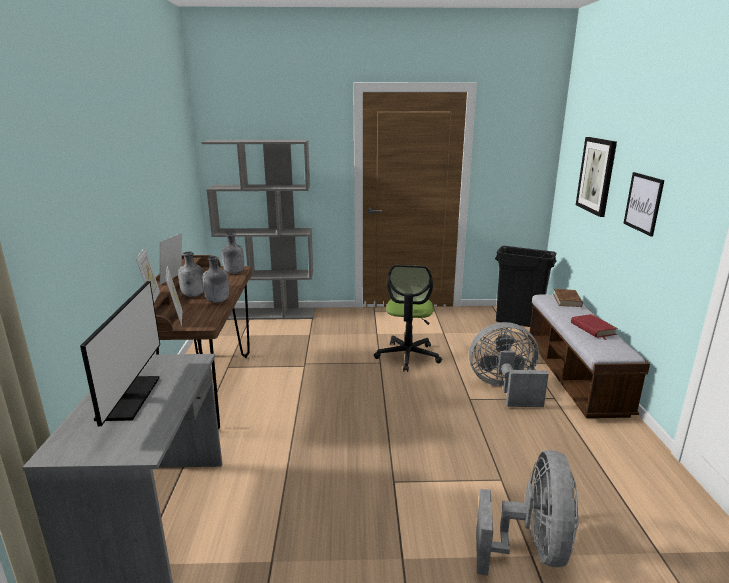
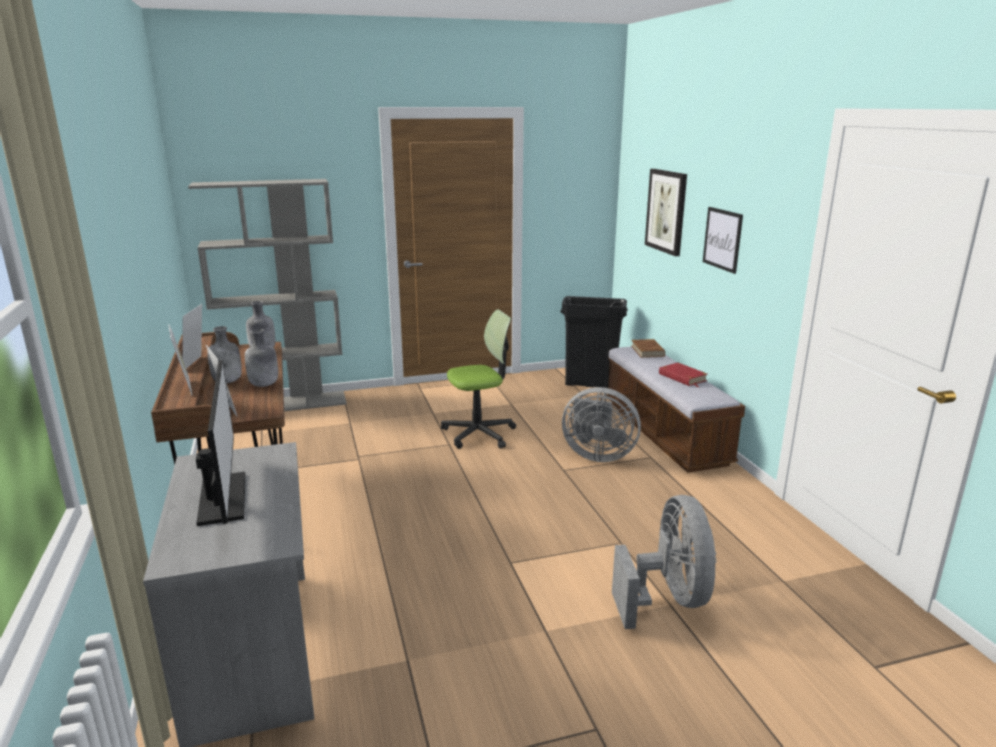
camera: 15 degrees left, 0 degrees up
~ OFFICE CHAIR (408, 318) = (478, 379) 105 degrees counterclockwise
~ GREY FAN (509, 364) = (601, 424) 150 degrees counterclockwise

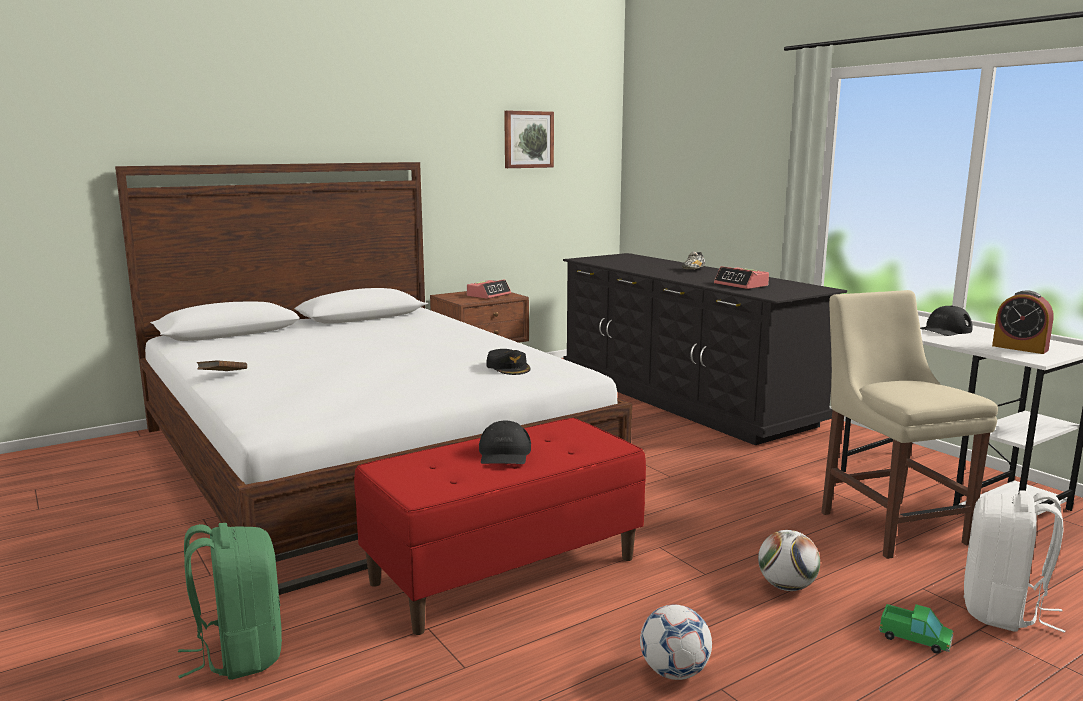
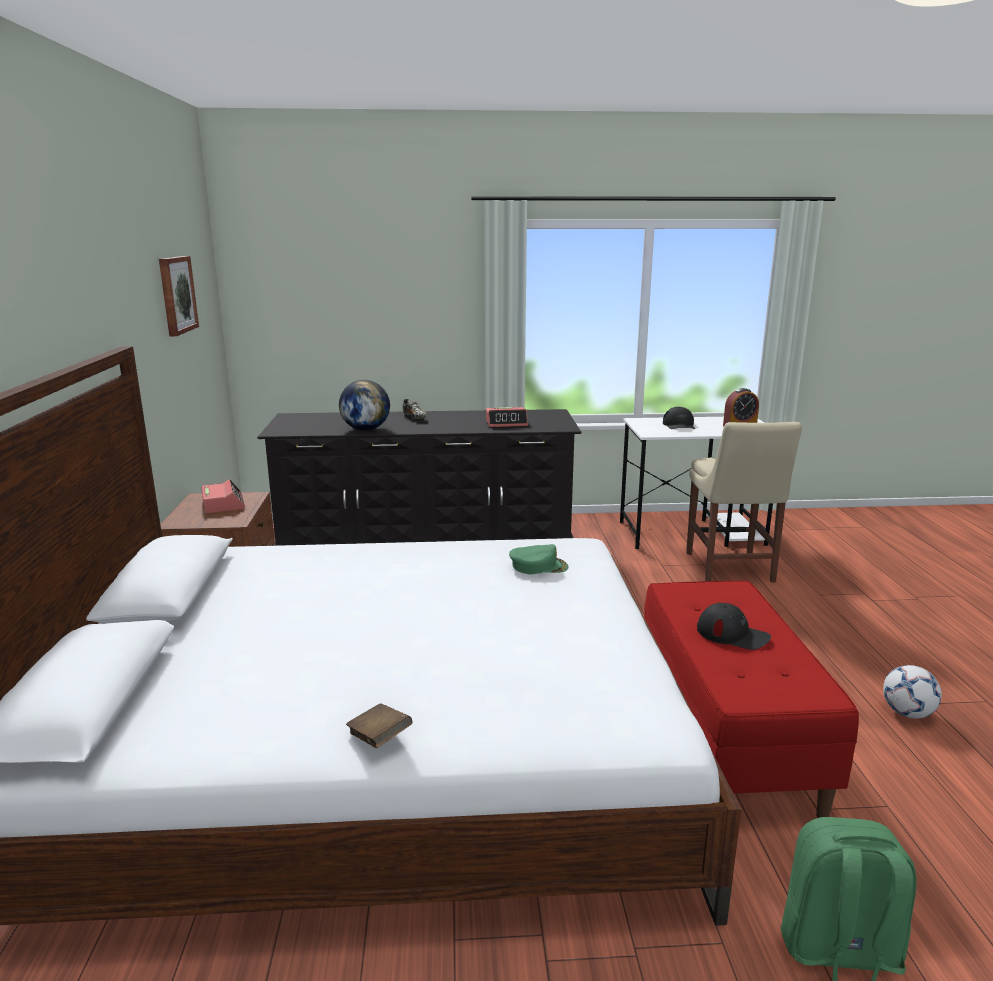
camera: 60 degrees left, 5 degrees up
~ BEIGE CHAIR (909, 424) = (744, 502) 105 degrees counterclockwise
~ BLACK CAP (508, 362) to GREEN CAP (539, 559)
- WHITE BACKPACK (1014, 561)
- FOOTBALL (789, 560)
- TOY TRUCK (916, 629)
+ GLOBE (364, 405)

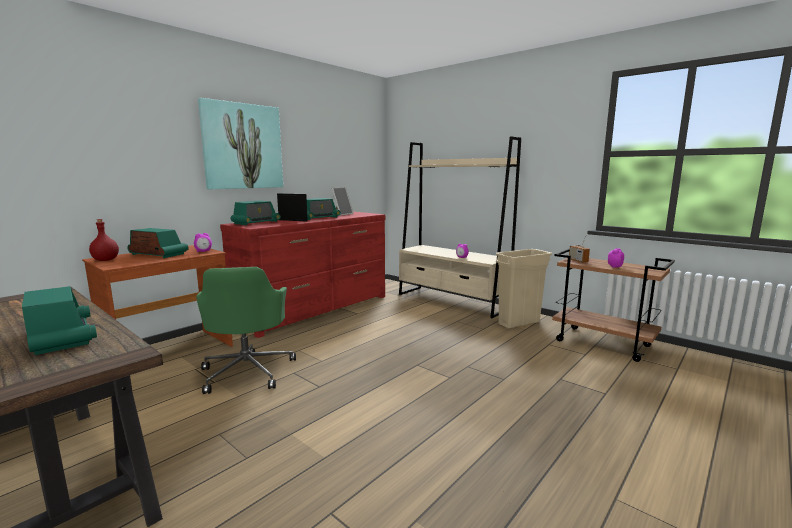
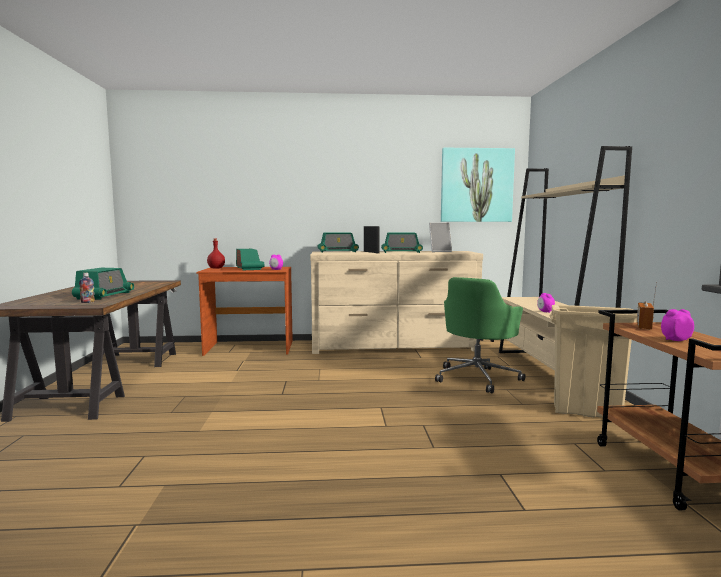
camera: 45 degrees right, 5 degrees down
~ PICTURE (240, 143) to (478, 185)
~ RED DRESSER (302, 275) to BEIGE DRESSER (396, 302)
~ GREEN OFFICE CHAIR (246, 330) to (480, 335)
+ BOTTLE (87, 288)

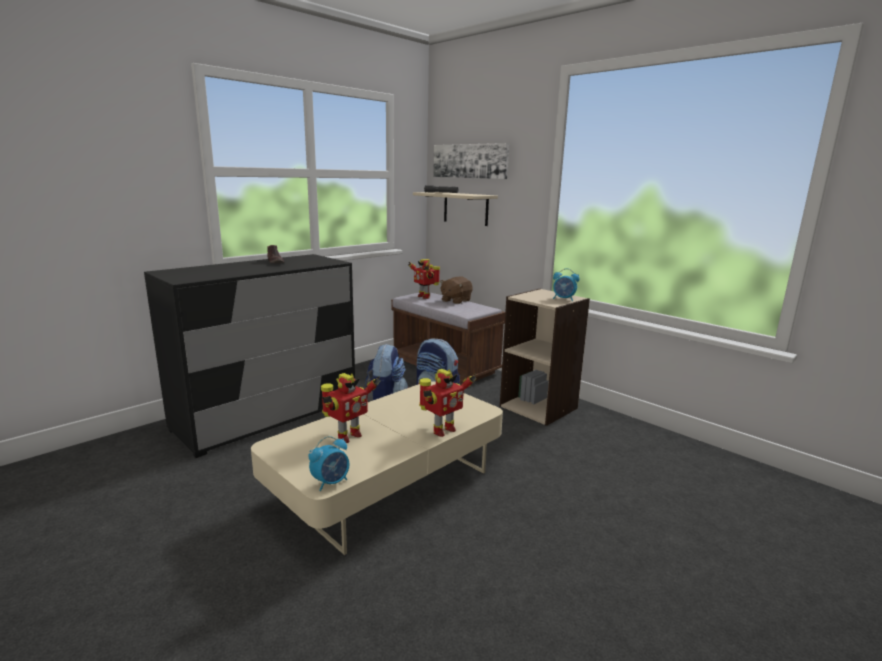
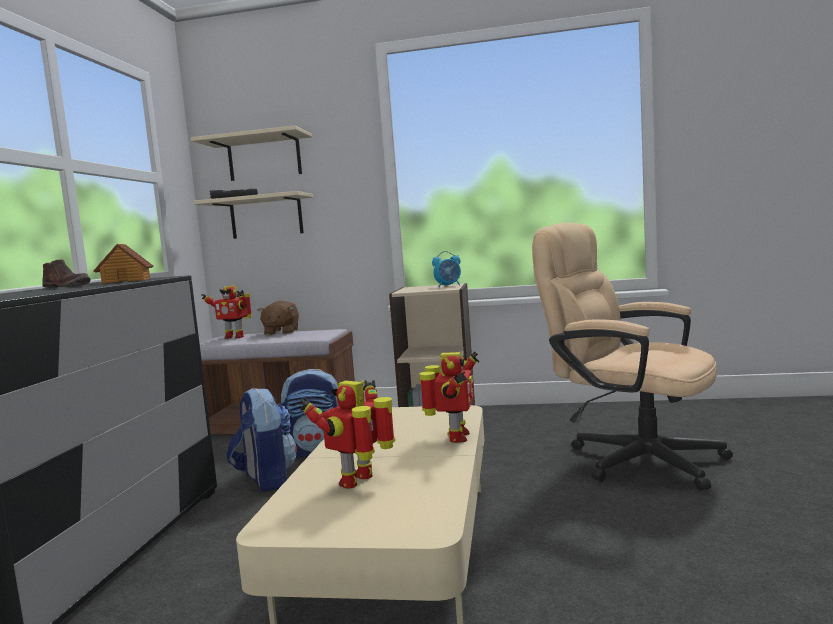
camera: 35 degrees left, 10 degrees down
~ PICTURE (471, 161) to BEIGE SHELF (251, 153)
~ TOY ROBOT (350, 408) = (347, 434) 150 degrees counterclockwise
- ALARM CLOCK (329, 463)
+ BEIGE OFFICE CHAIR (632, 357)
+ TOY HOUSE (123, 264)

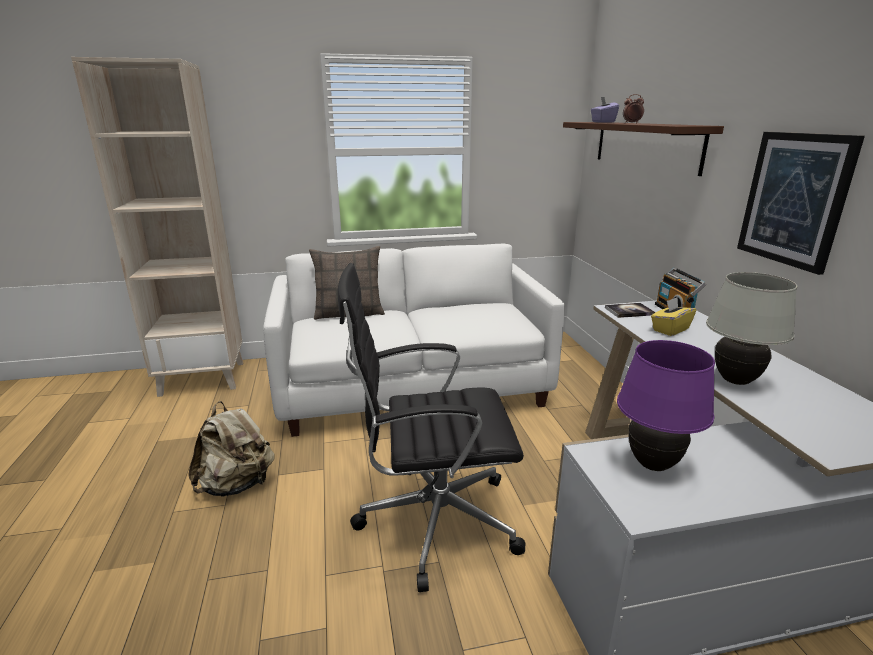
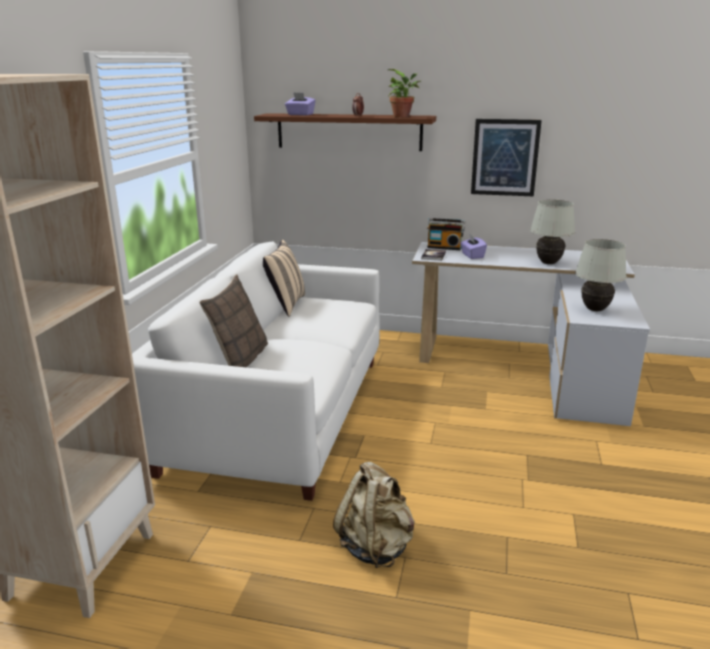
camera: 65 degrees left, 0 degrees up
- BLACK OFFICE CHAIR (431, 427)
~ YELLOW TISSUE BOX (673, 316) to PURPLE TISSUE BOX (473, 247)
~ PURPLE TABLE LAMP (666, 405) to WHITE TABLE LAMP (601, 275)
+ POTTED PLANT (404, 93)
+ BEIGE PILLOW (284, 278)

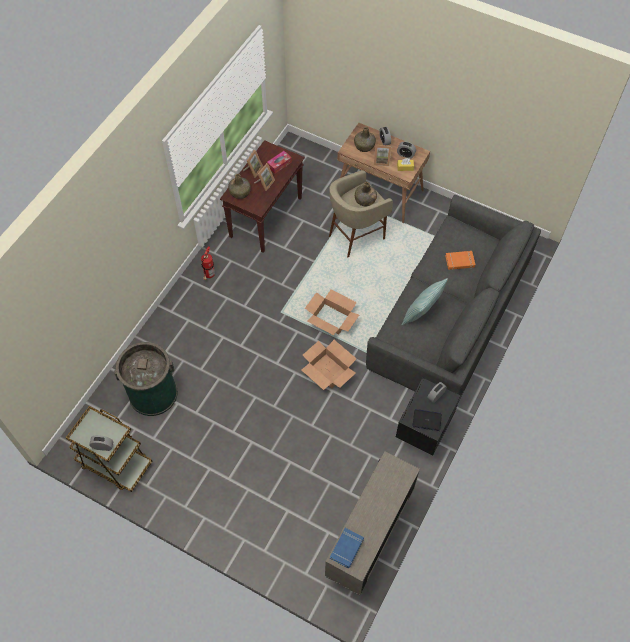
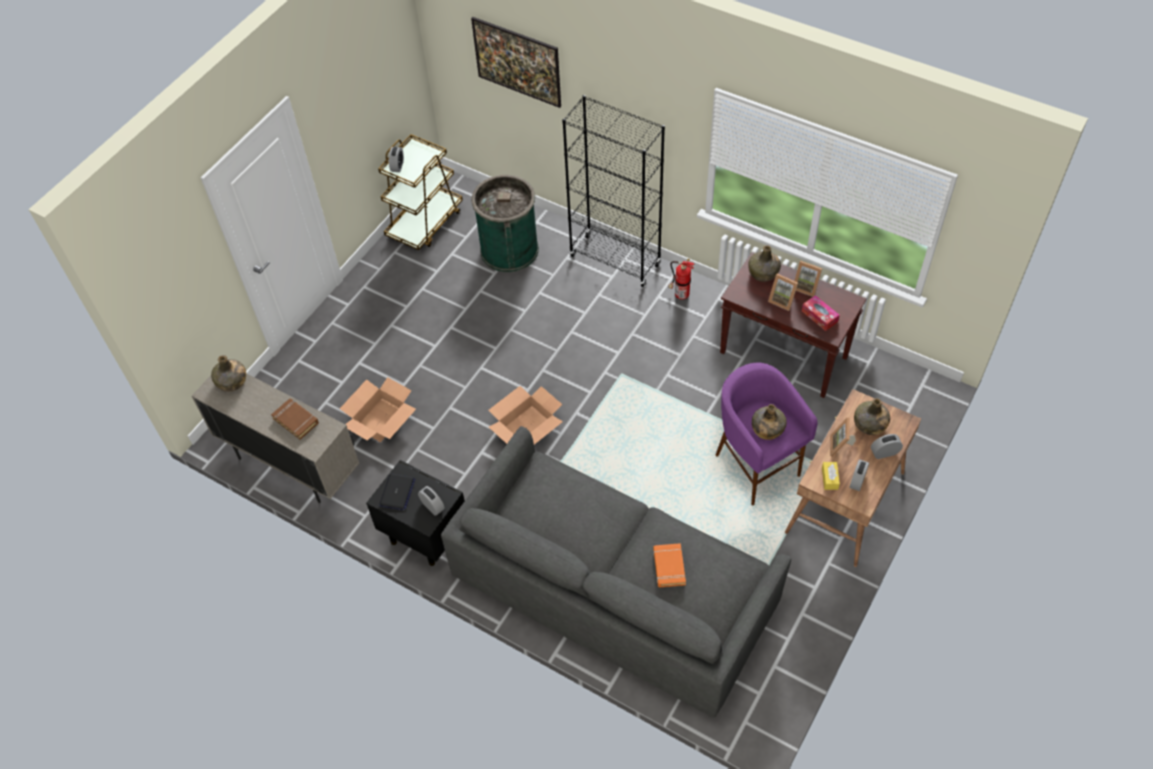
camera: 95 degrees right, 5 degrees down
~ BEIGE STOOL (361, 213) to PURPLE STOOL (767, 434)
- PILLOW (425, 301)
~ CARDBOARD BOX (332, 312) to (378, 409)
~ BLUE BOOK (347, 548) to GREEN BOTTLE (228, 373)
+ PICTURE (516, 62)
+ BLACK BOOKCASE (613, 191)
+ BROWN BOOK (295, 419)

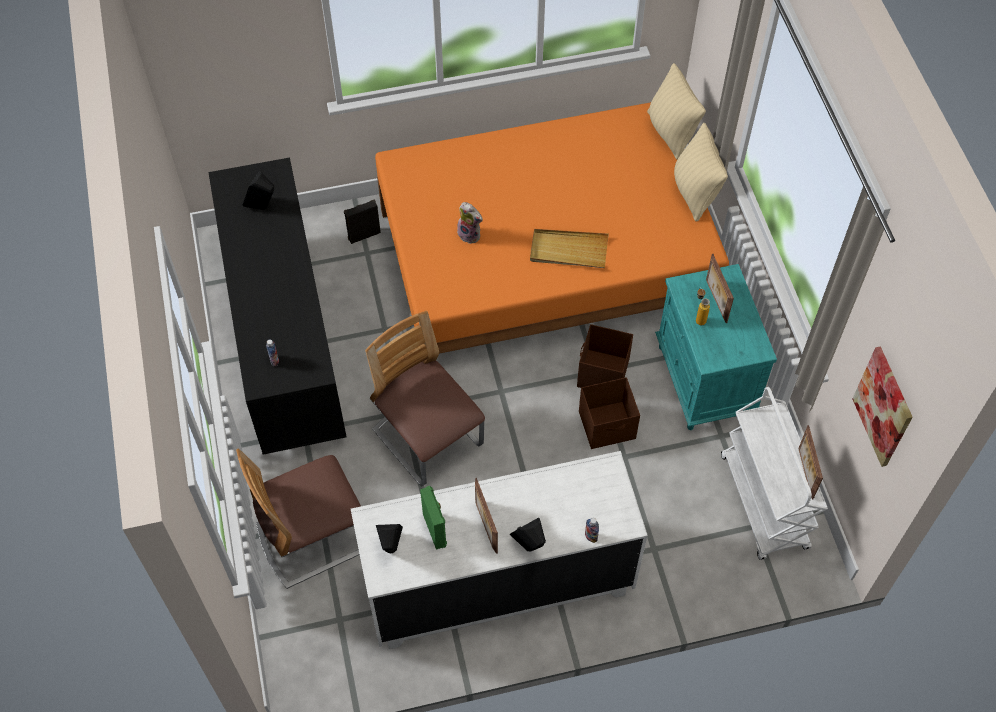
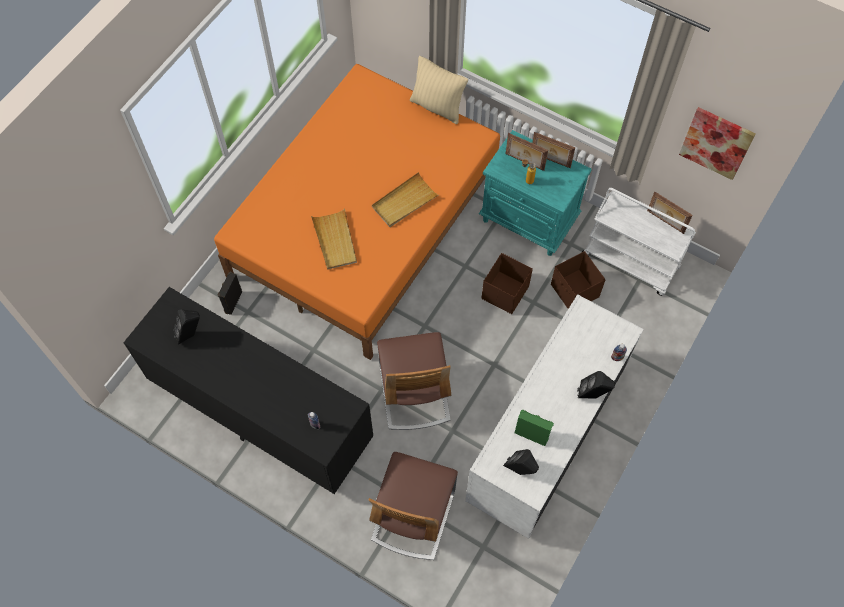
camera: 45 degrees left, 5 degrees up
- BEIGE PILLOW (676, 111)
~ PLUSH TOY (470, 223) to BEIGE TRAY (334, 239)
~ CHAIR (425, 398) = (414, 381) 105 degrees counterclockwise
~ BROWN STORAGE BOX (605, 356) to (578, 280)
~ PICTURE FRAME (486, 516) to (553, 150)

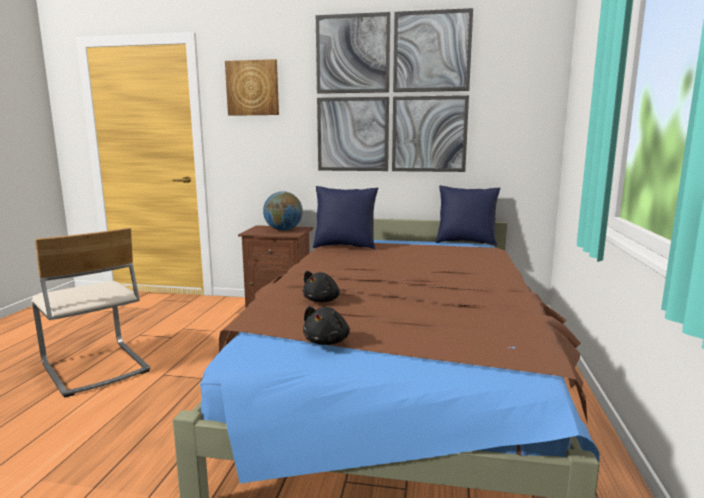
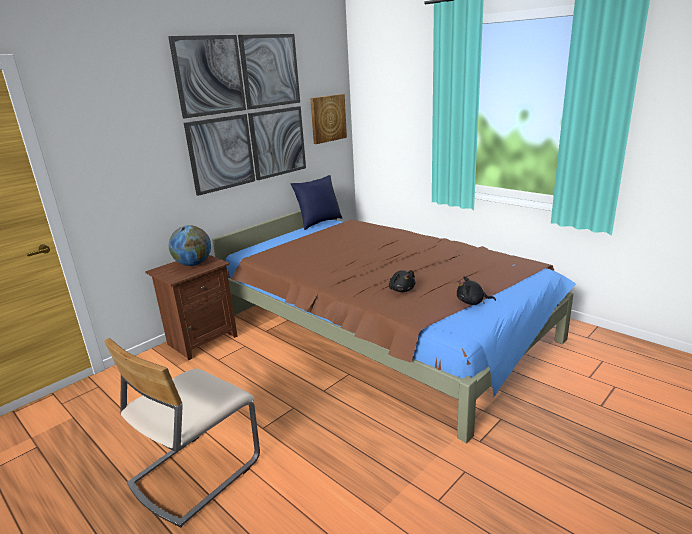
camera: 55 degrees left, 10 degrees up
~ PICTURE (252, 87) to (328, 119)
- BLUE PILLOW (345, 217)
~ BEIGE CHAIR (90, 312) = (182, 433) 135 degrees clockwise
~ BLACK PLUSH TOY (326, 325) = (476, 290) 135 degrees clockwise

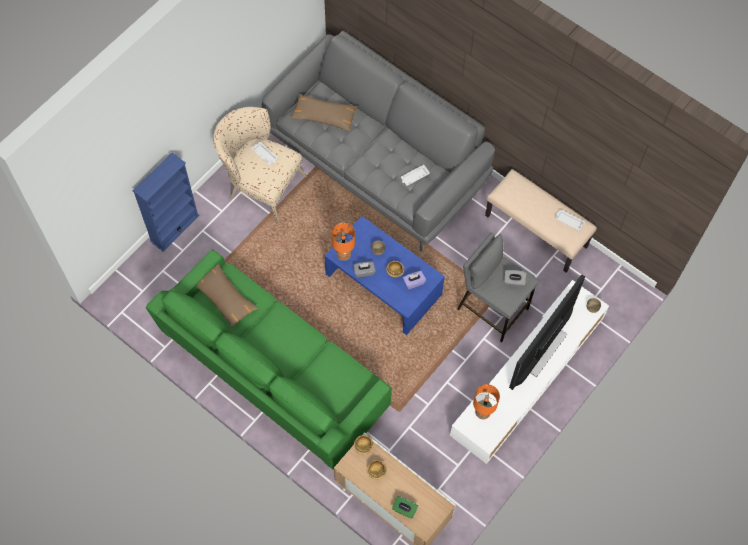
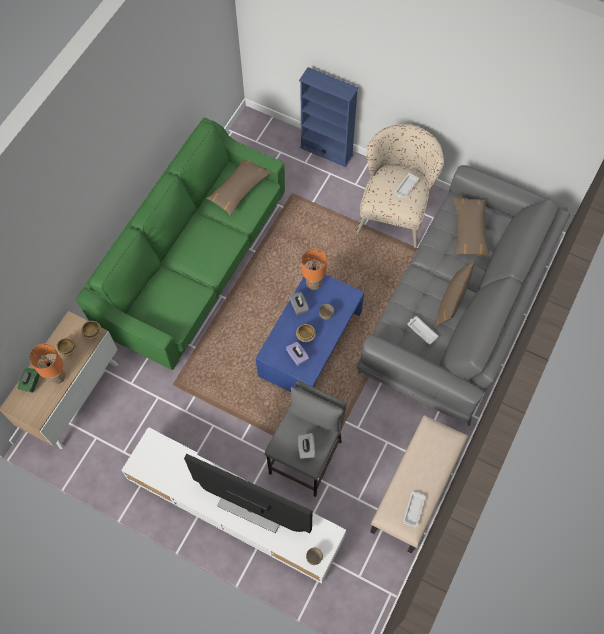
camera: 80 degrees right, 0 degrees up
~ ORANGE TABLE LAMP (486, 401) to (47, 363)
+ BROWN PILLOW (453, 295)

